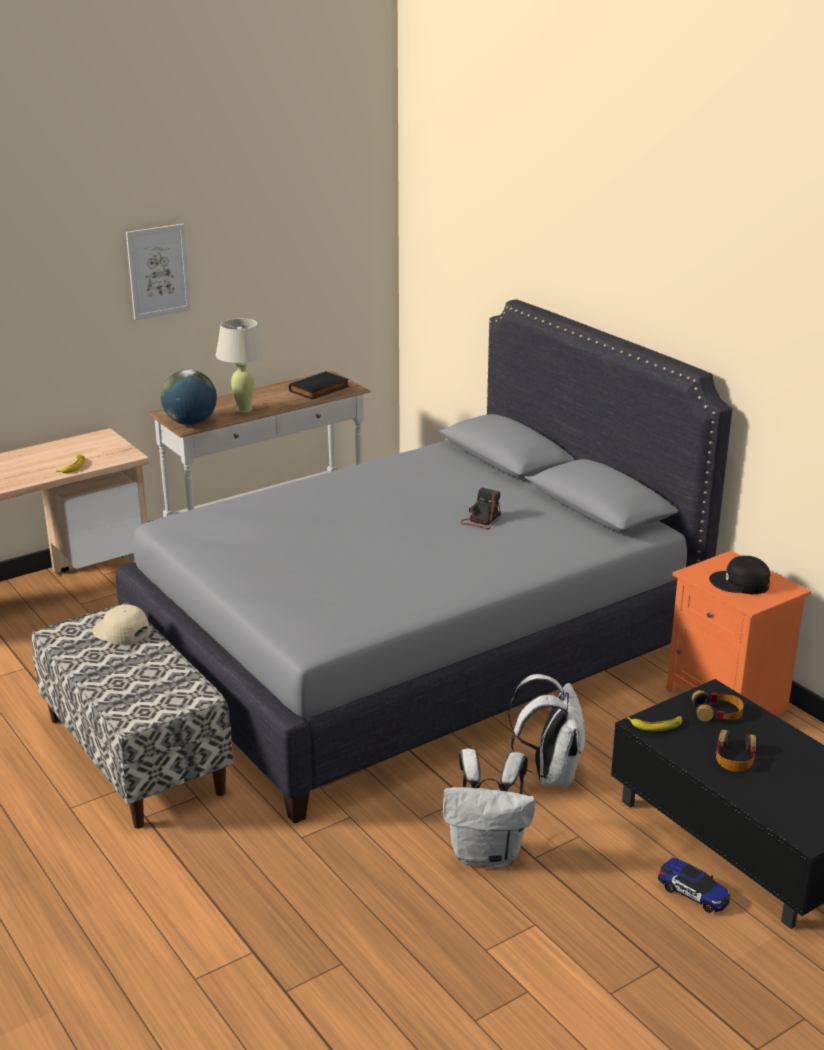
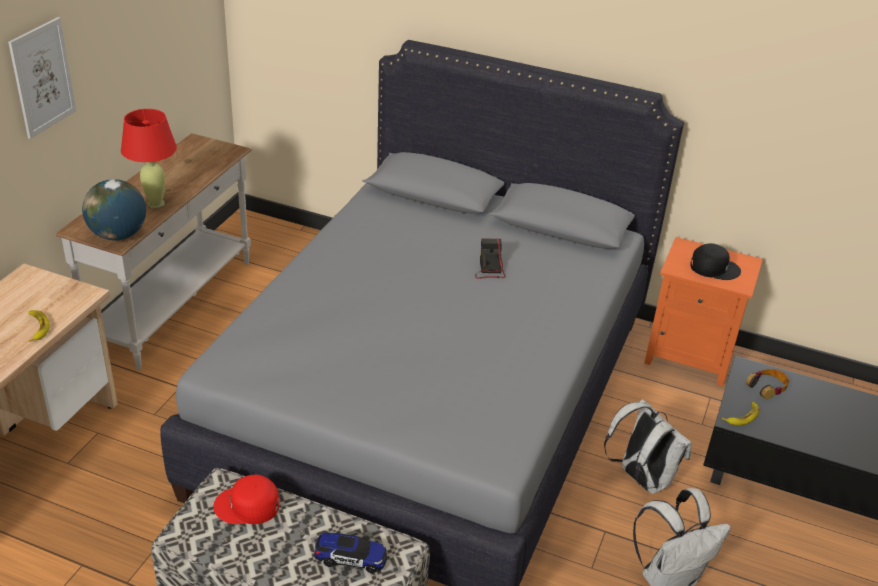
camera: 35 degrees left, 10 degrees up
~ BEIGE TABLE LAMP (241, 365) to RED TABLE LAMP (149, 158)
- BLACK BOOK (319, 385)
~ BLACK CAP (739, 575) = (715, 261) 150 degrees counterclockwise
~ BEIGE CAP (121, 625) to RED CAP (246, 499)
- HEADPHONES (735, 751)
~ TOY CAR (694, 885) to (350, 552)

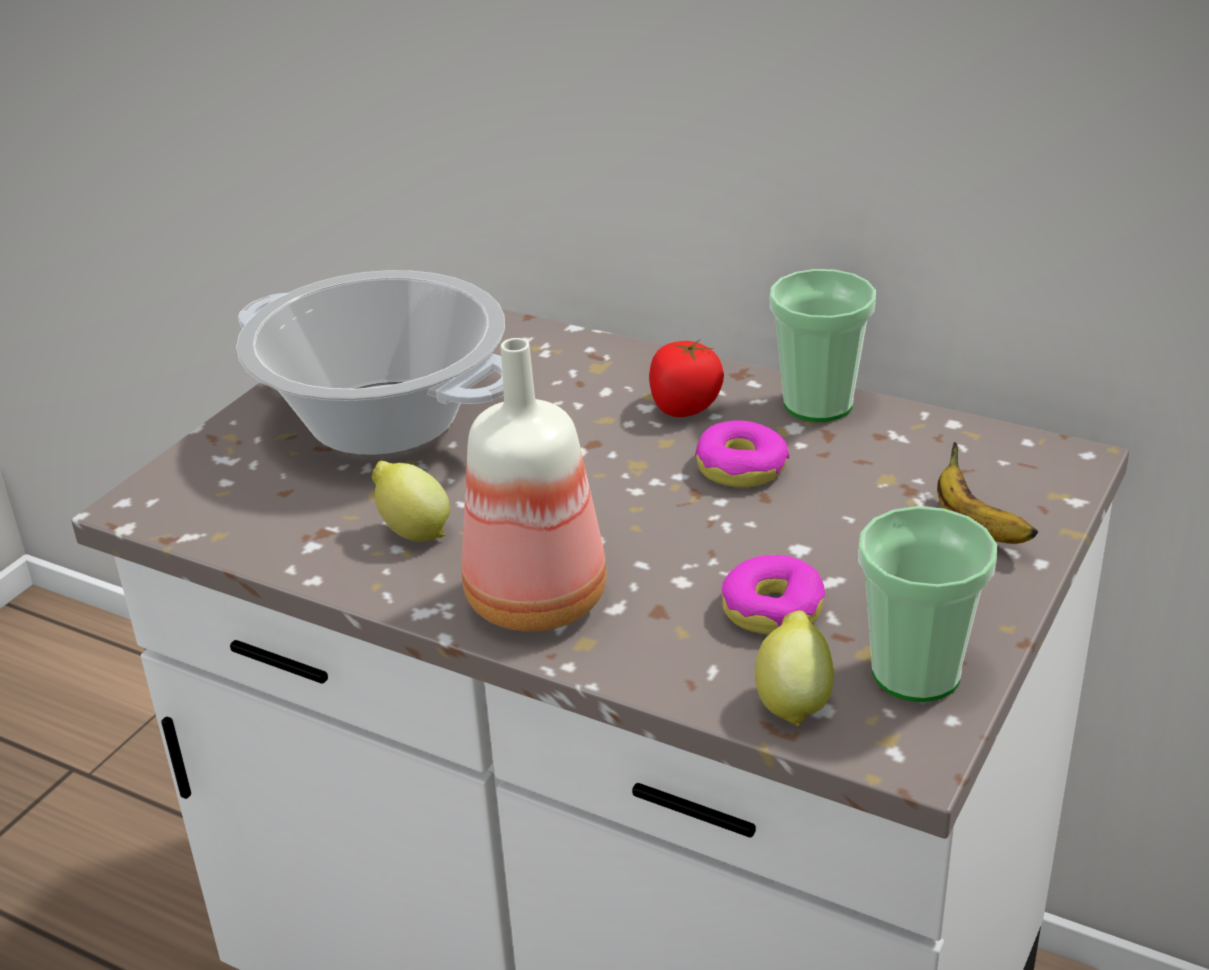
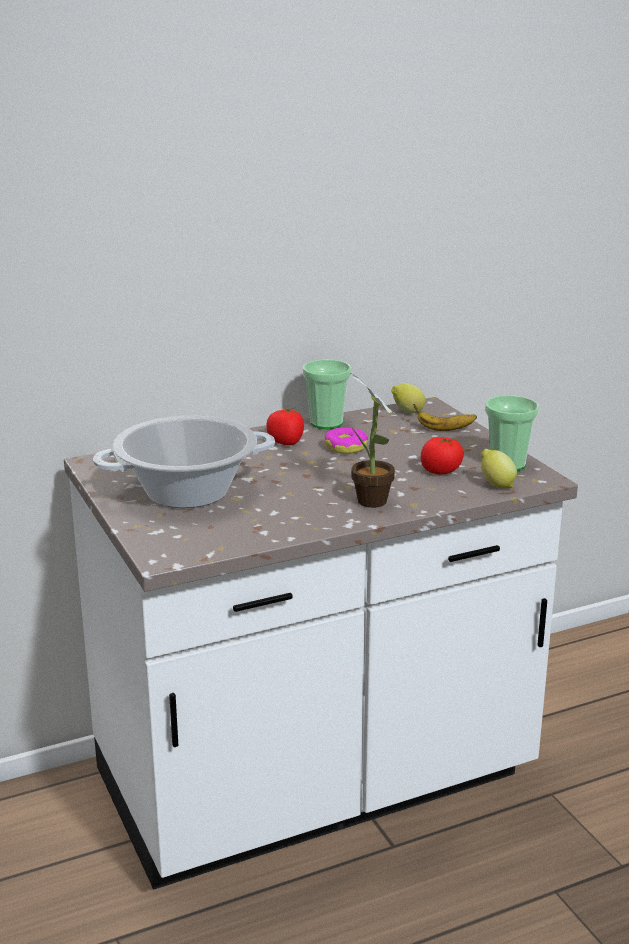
camera: 55 degrees left, 10 degrees down
~ BOTTLE (534, 485) to POTTED PLANT (377, 440)
~ LEMON (411, 501) to (408, 398)
~ DONUT (773, 594) to TOMATO (442, 456)

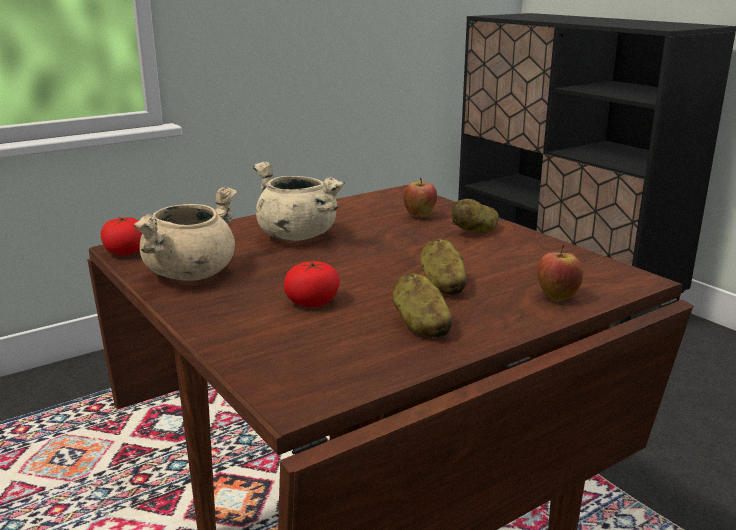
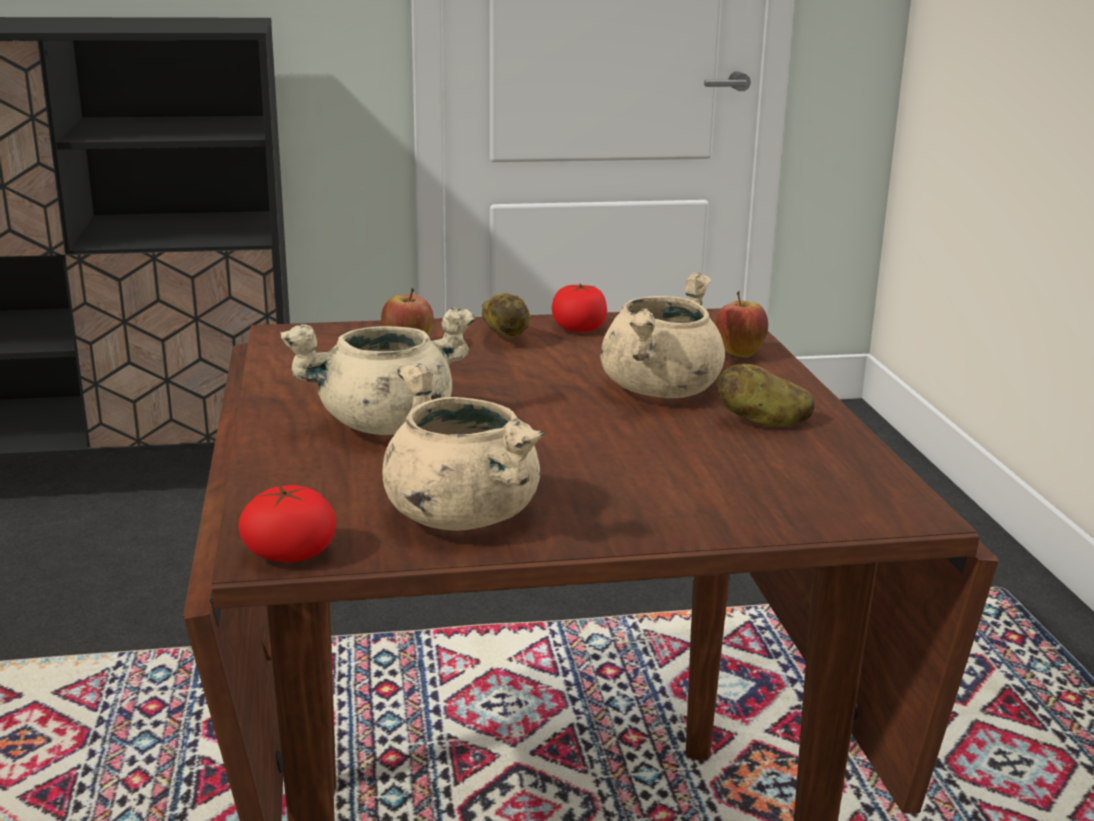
camera: 65 degrees left, 0 degrees up
~ POTATO (443, 267) to BEIGE COOKING POT (662, 335)
~ TOMATO (312, 284) to (579, 307)

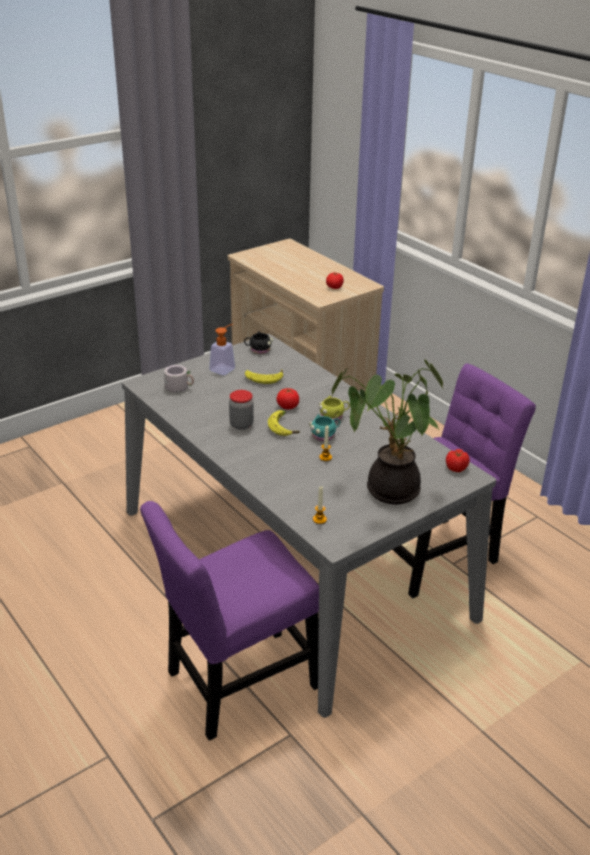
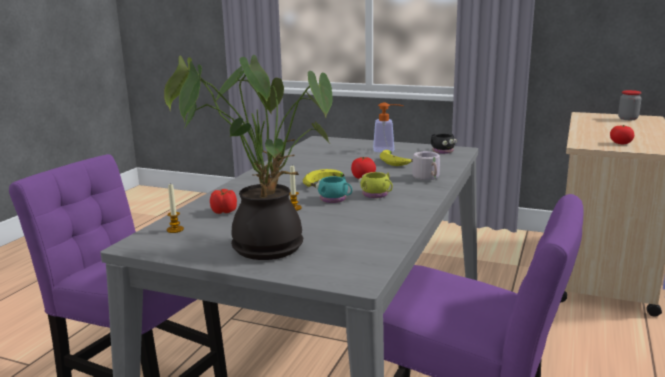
camera: 60 degrees right, 15 degrees down
~ GREY MUG (179, 379) to (426, 165)
~ JAR (241, 410) to (630, 105)
~ TOMATO (458, 460) to (223, 201)

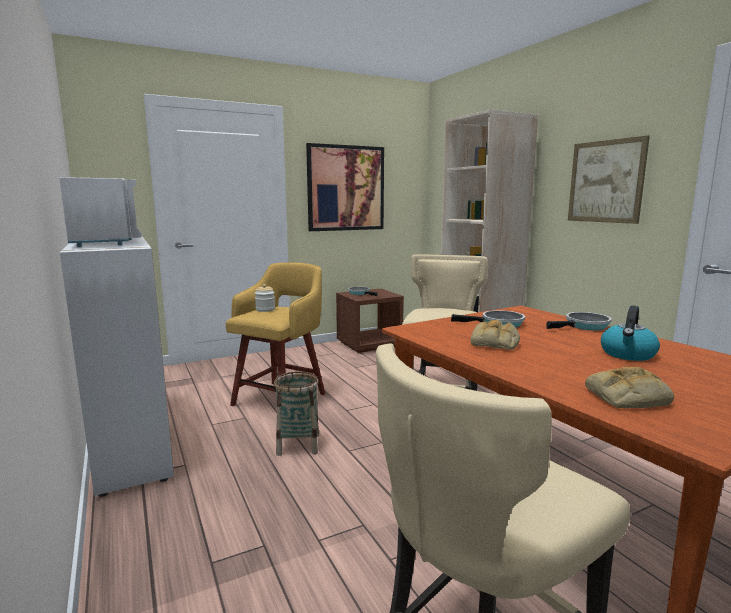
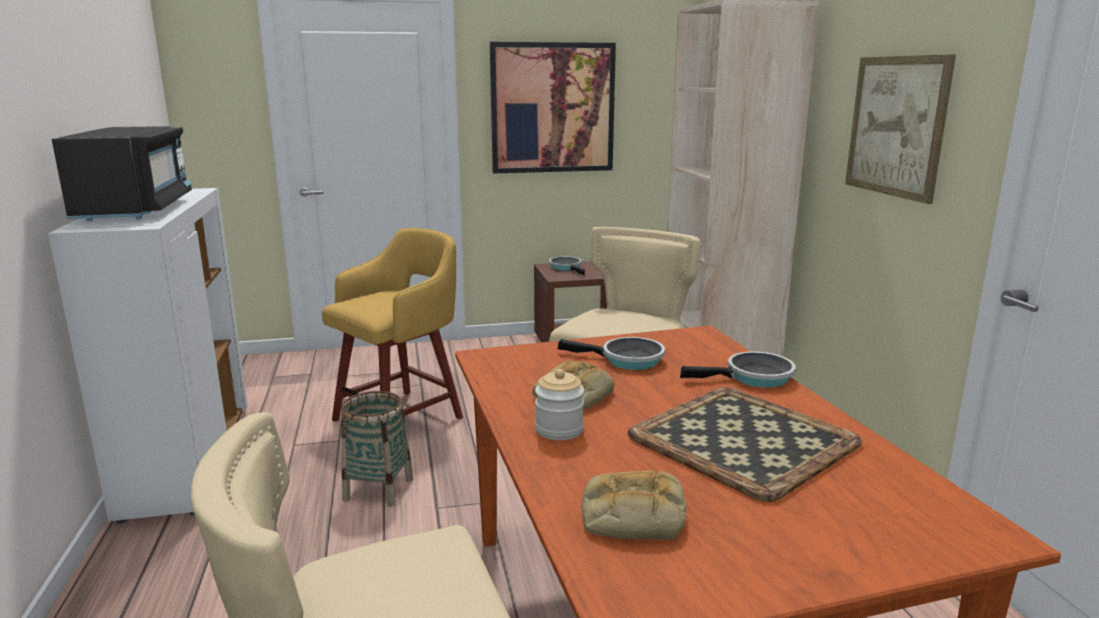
camera: 15 degrees right, 5 degrees up
~ WHITE MICROWAVE (100, 212) to BLACK MICROWAVE (122, 173)
~ JAR (265, 298) to (559, 404)
~ KETTLE (630, 333) to TRAY (745, 444)

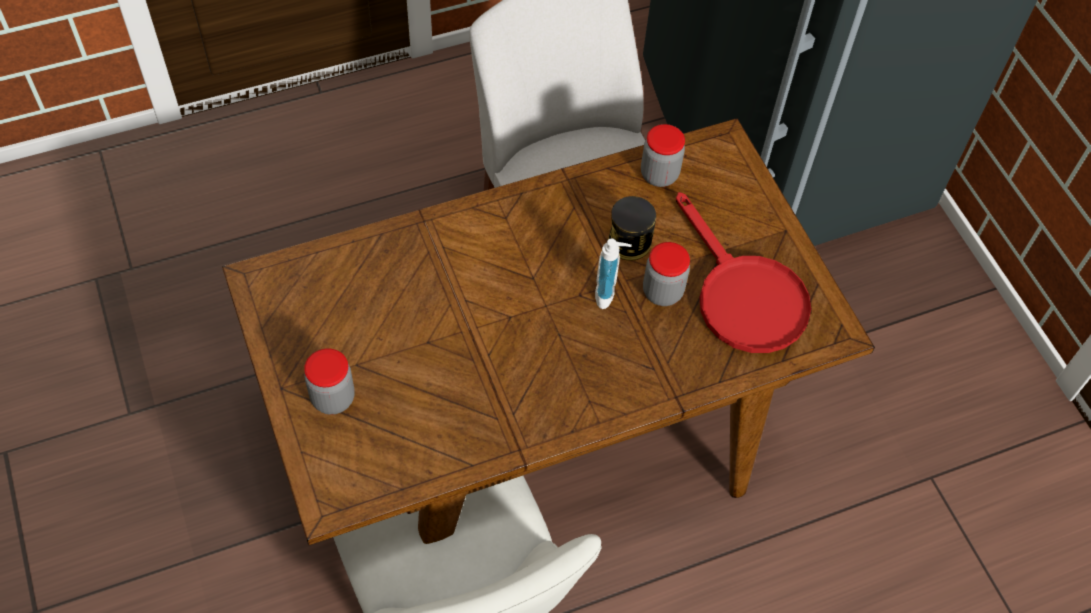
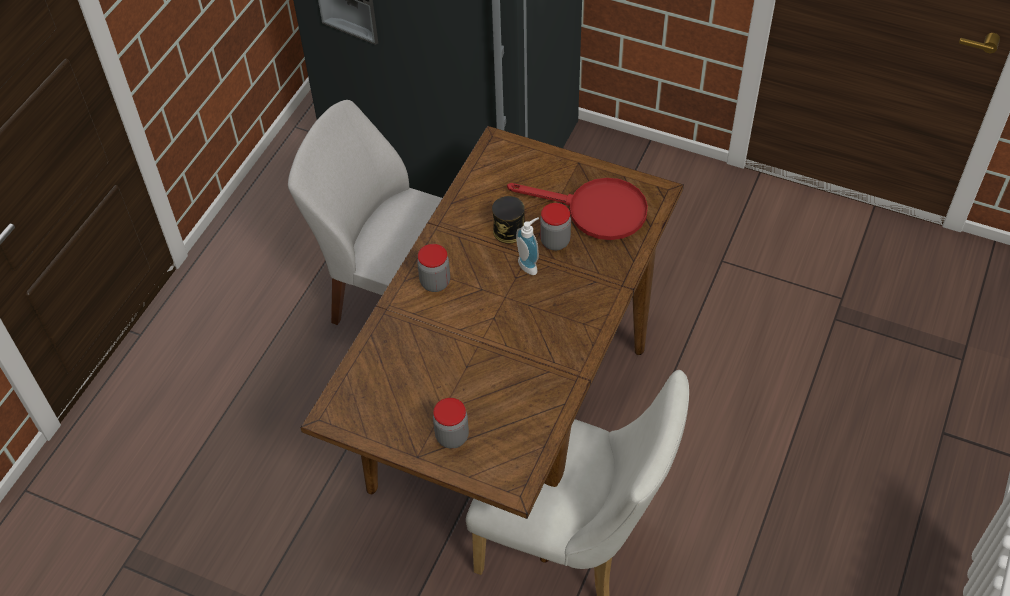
camera: 40 degrees left, 5 degrees down
~ JAR (663, 155) to (433, 268)

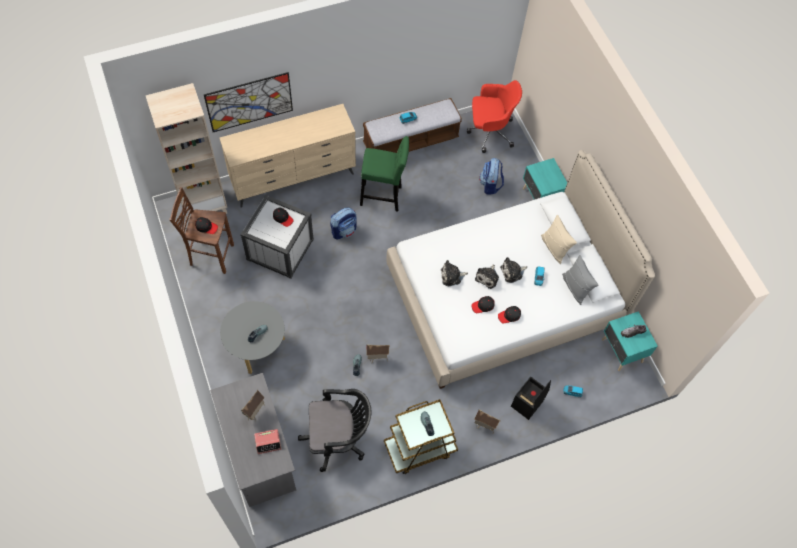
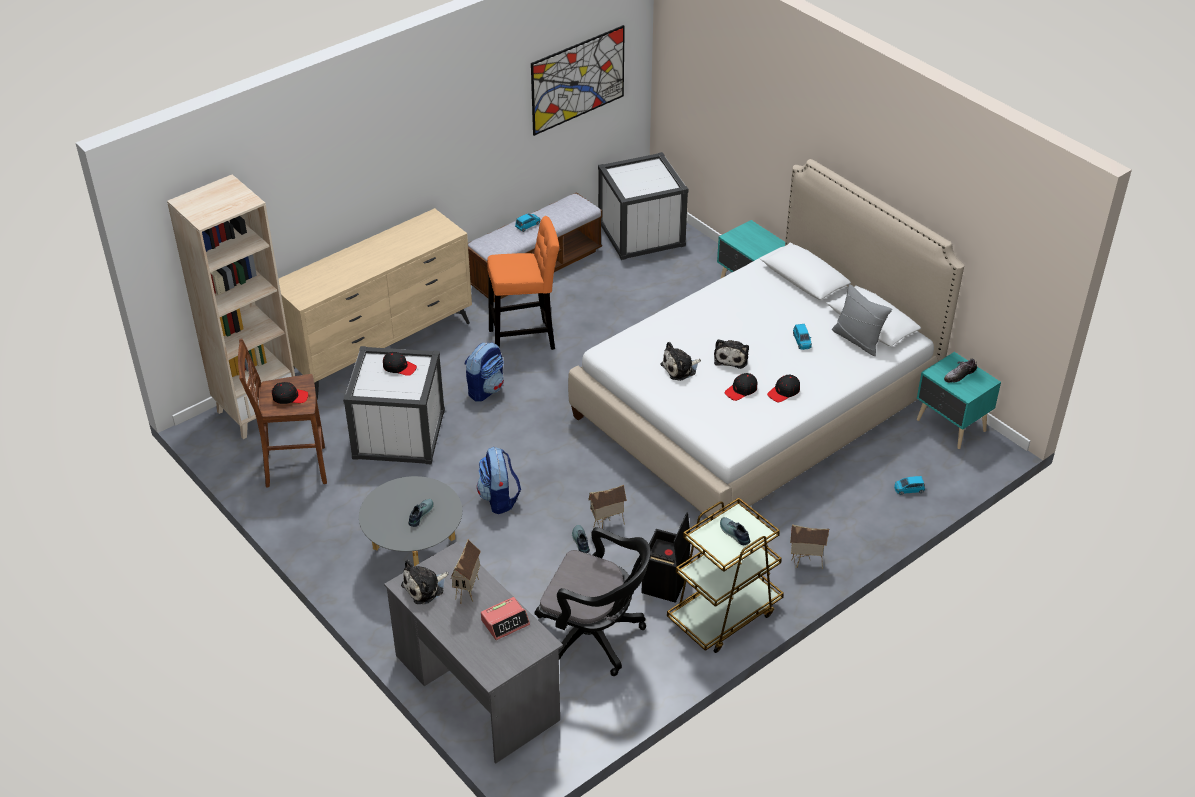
camera: 15 degrees left, 20 degrees down
~ PICTURE (248, 102) to (578, 80)
~ RED OFFICE CHAIR (494, 116) to WHITE STORAGE BOX (643, 206)
~ GREEN STOOL (384, 173) to ORANGE STOOL (523, 283)
~ BACKPACK (491, 176) to (499, 480)
- BEIGE PILLOW (559, 239)
~ PLUSH TOY (513, 270) to (424, 582)
~ BLACK STORAGE BOX (531, 398) to (666, 557)
~ BLACK OFFICE CHAIR (334, 430) = (593, 601) 45 degrees clockwise

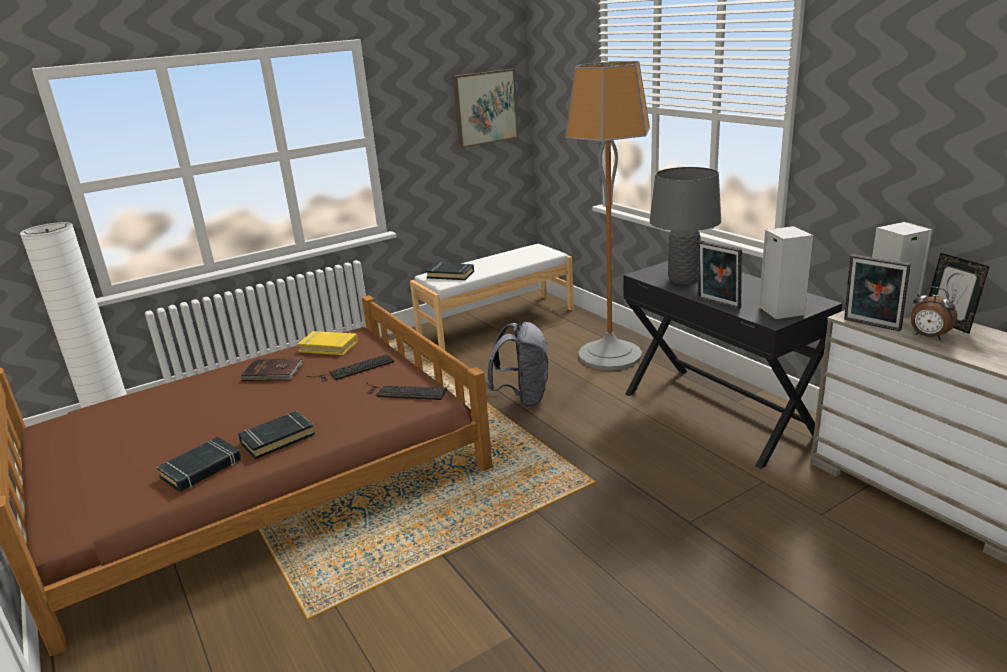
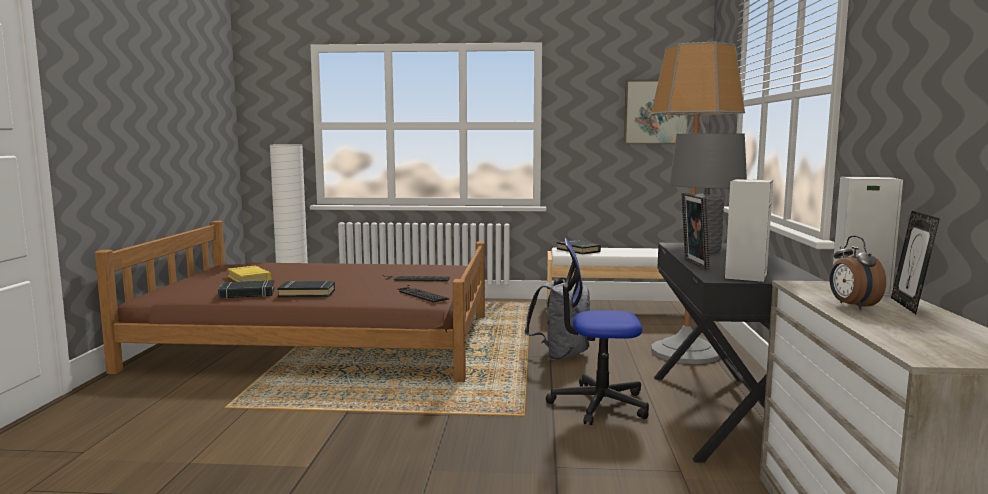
camera: 35 degrees right, 15 degrees down
- PICTURE FRAME (877, 292)
~ YELLOW BOOK (328, 343) to (249, 274)
- BROWN BOOK (271, 369)
+ OFFICE CHAIR (597, 331)

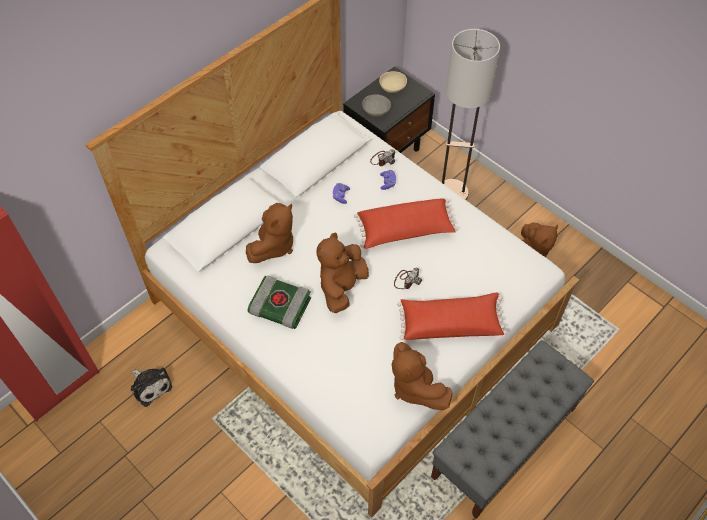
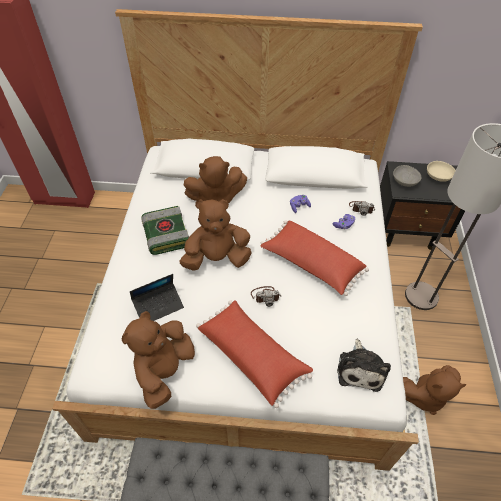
camera: 50 degrees right, 5 degrees down
~ PLUSH TOY (151, 387) to (364, 365)
+ LAPTOP (157, 297)

